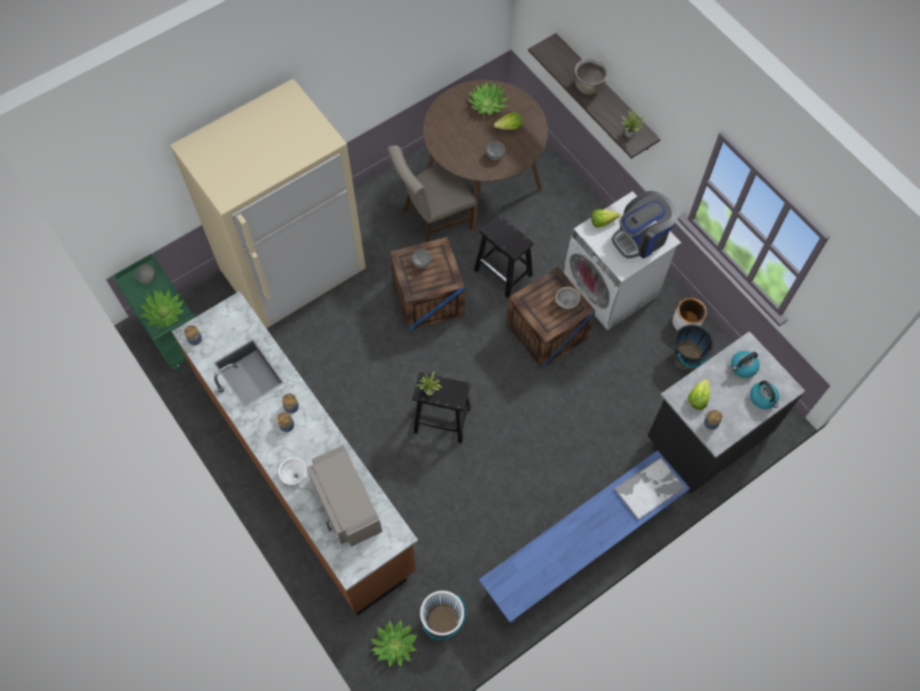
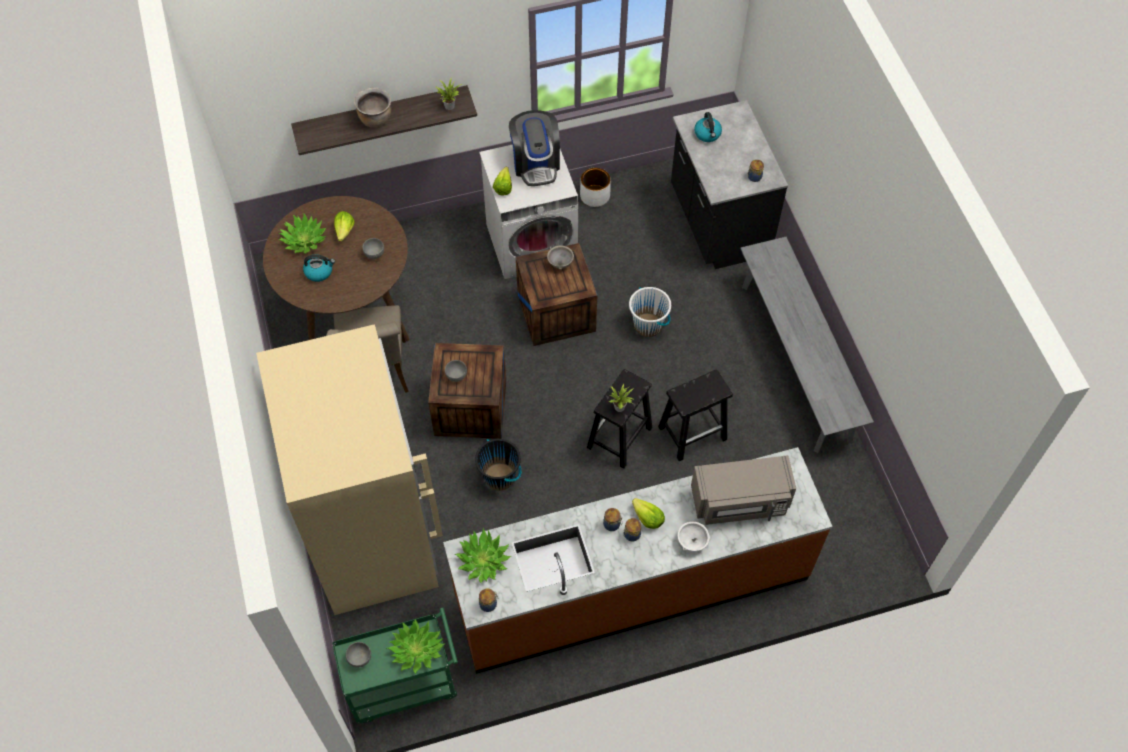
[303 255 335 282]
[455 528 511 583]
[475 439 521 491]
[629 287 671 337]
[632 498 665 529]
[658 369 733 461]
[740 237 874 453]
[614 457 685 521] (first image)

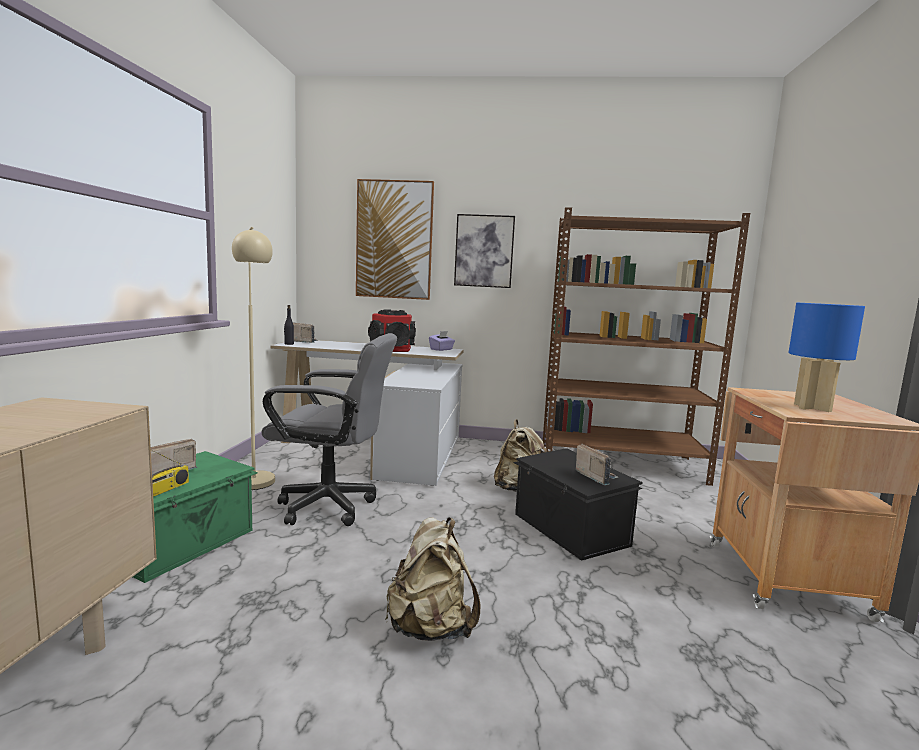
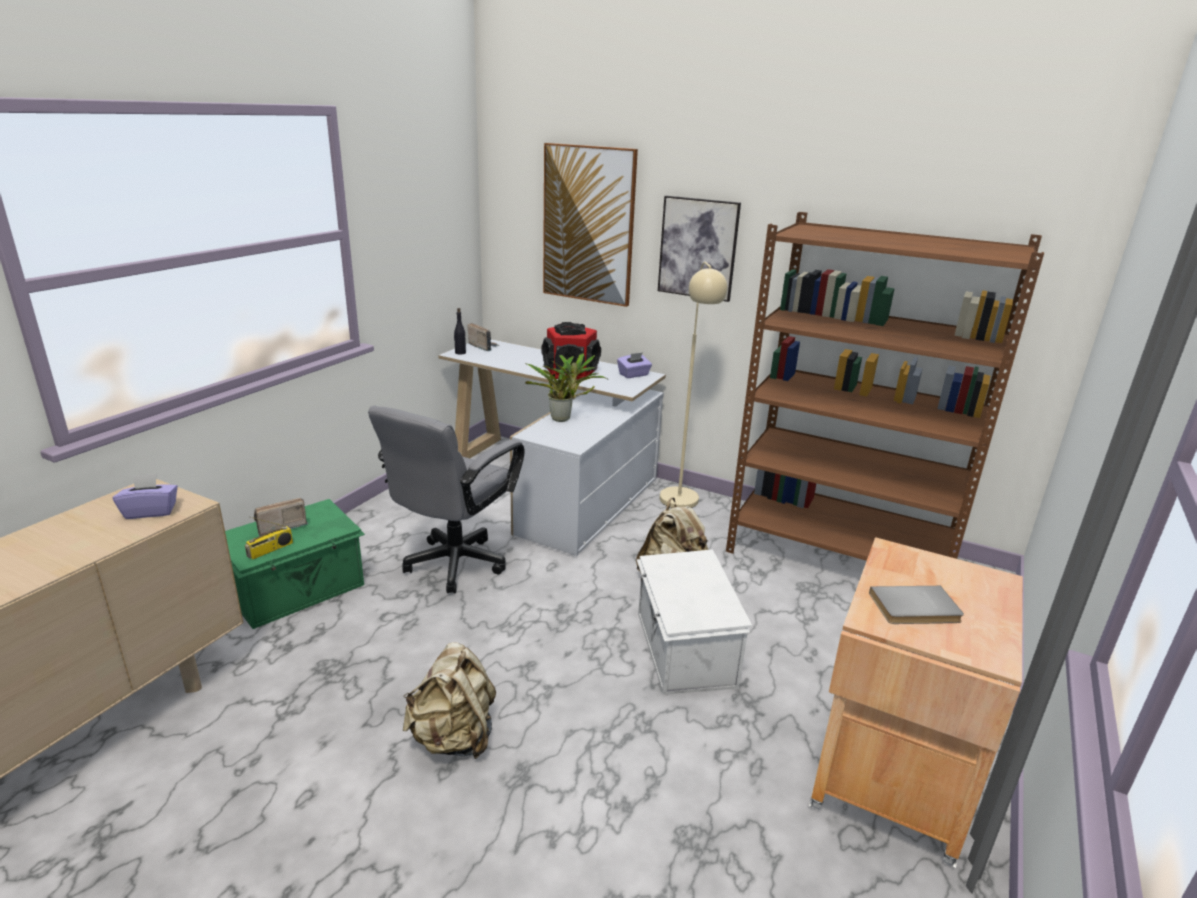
[113 474 178 519]
[368 405 525 593]
[525 354 609 422]
[637 550 752 694]
[660 262 727 508]
[869 586 964 624]
[576 444 618 485] (first image)

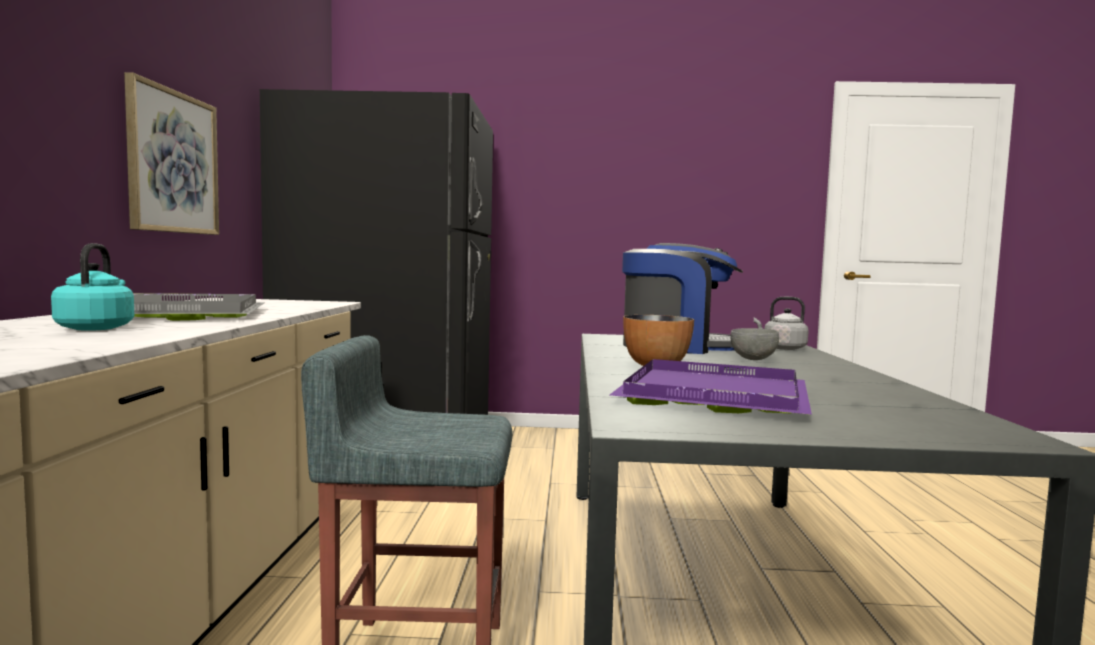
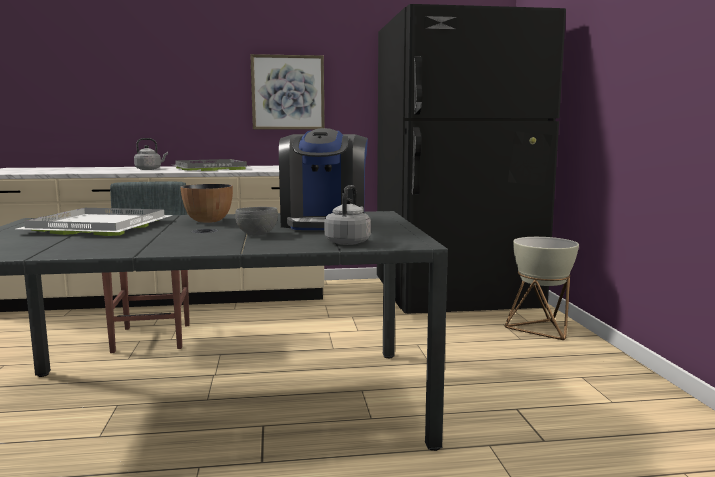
[16 208 173 236]
[134 138 168 170]
[505 237 579 340]

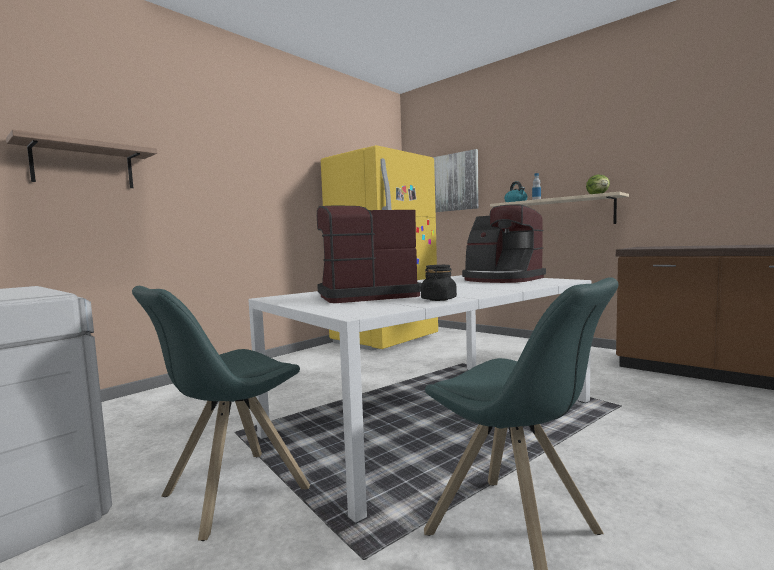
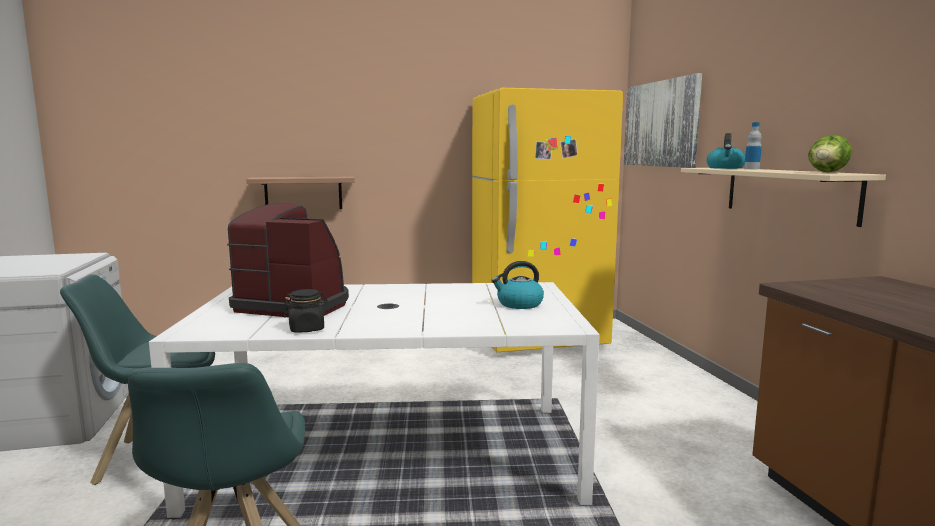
[246 177 355 209]
[491 261 544 309]

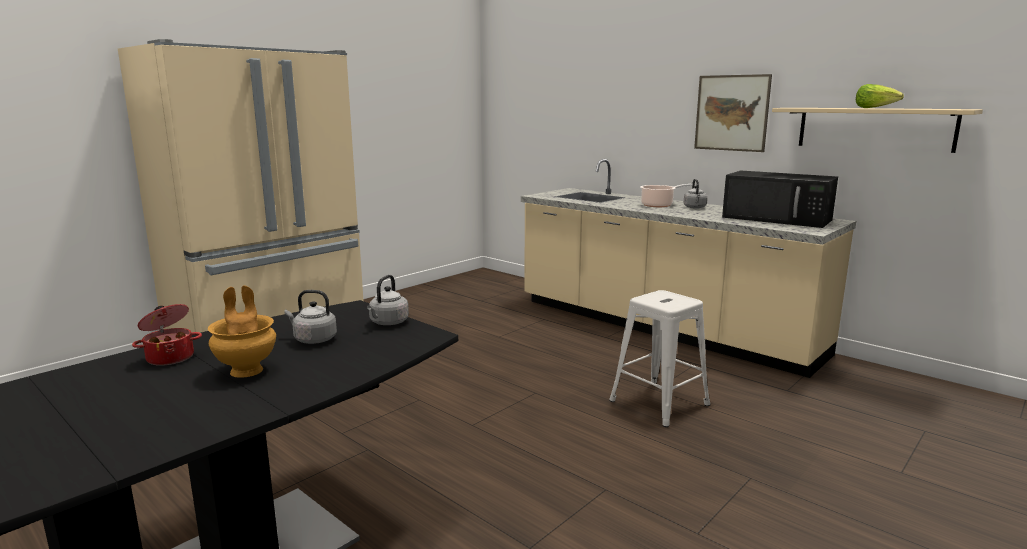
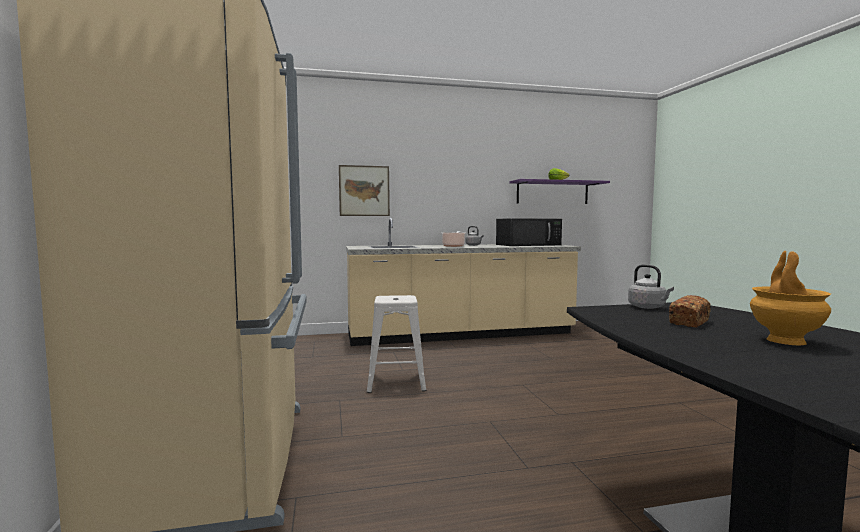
[339 165 390 216]
[367 295 426 393]
[509 179 610 204]
[669 295 711 328]
[132 304 202 366] (first image)

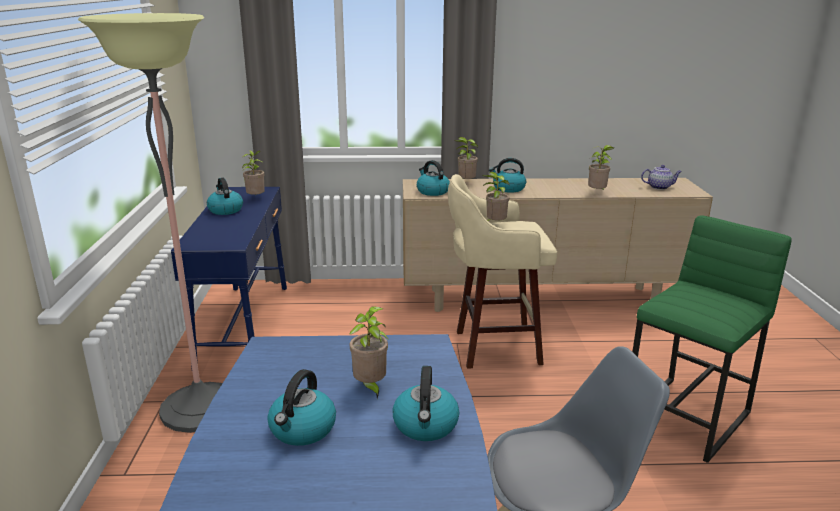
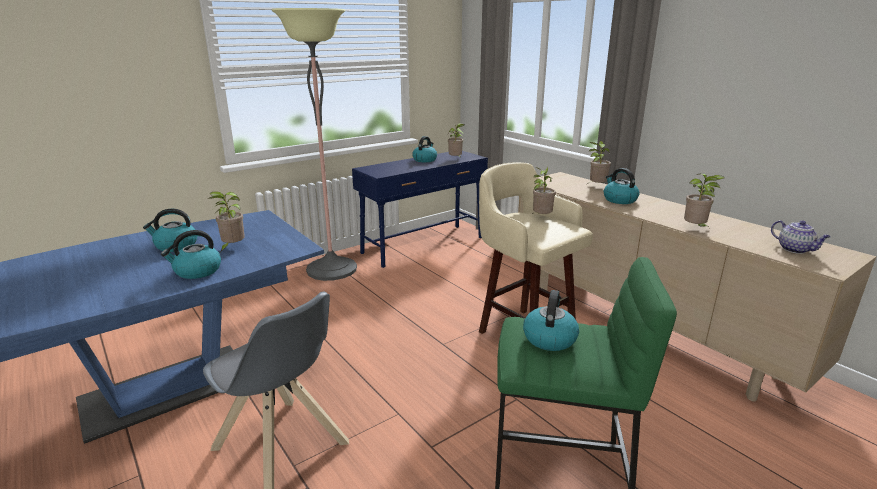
[523 290 579 351]

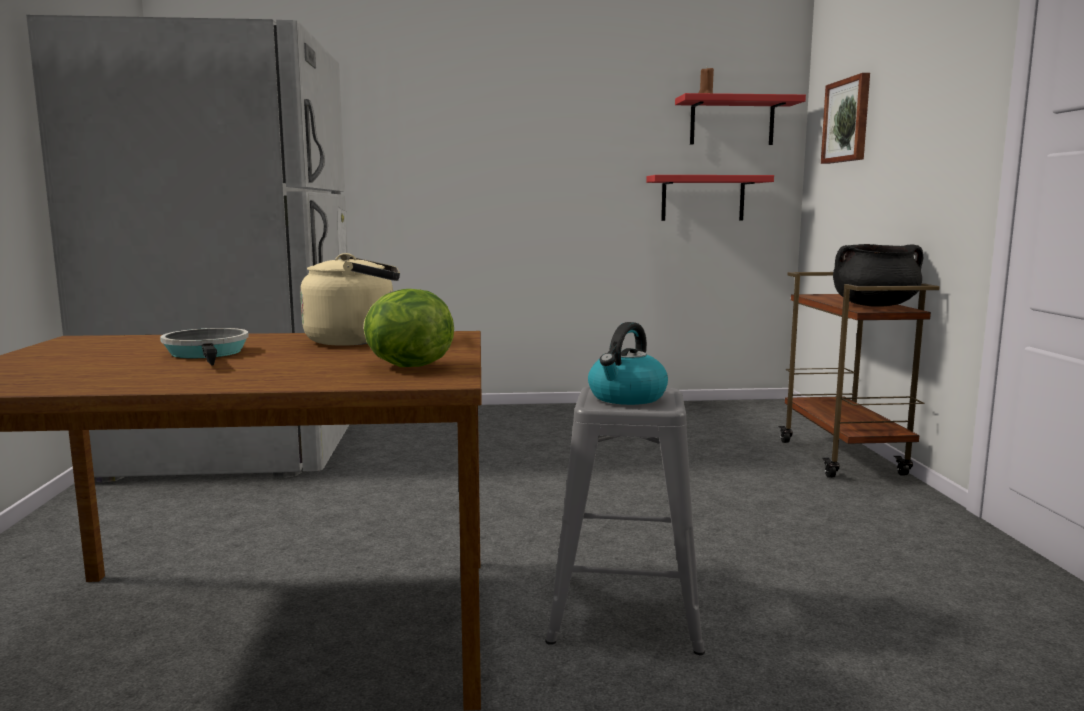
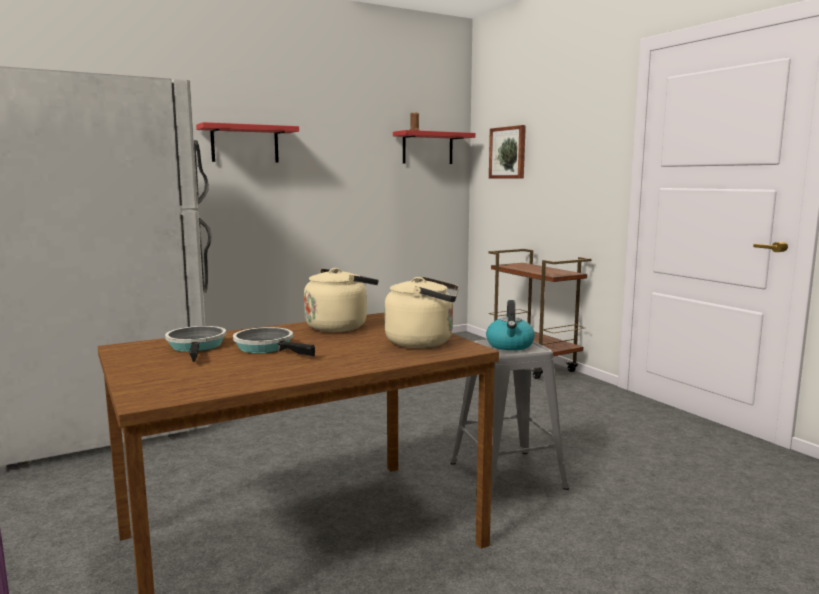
[165 326 226 362]
[196 122 299 162]
[384 277 459 348]
[833 244 923 307] (first image)

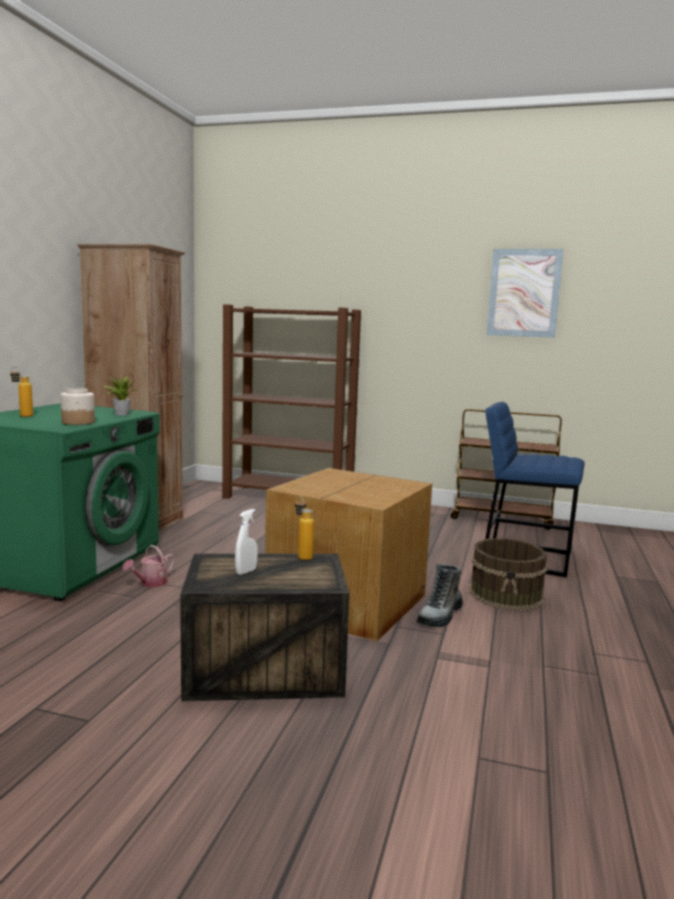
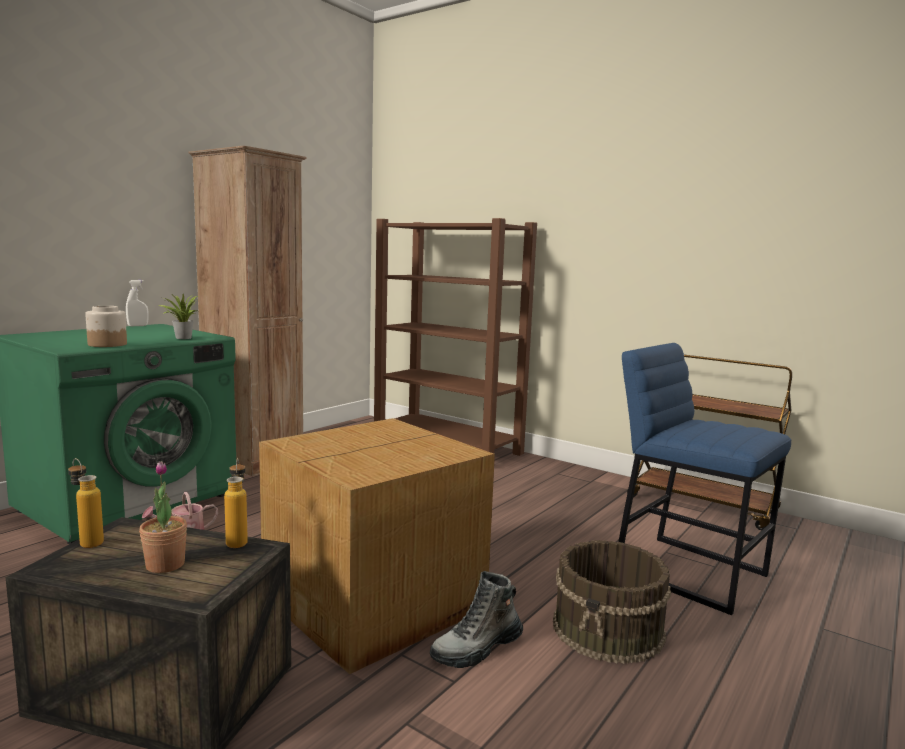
[68 458 104 548]
[126 280 148 326]
[139 461 187 573]
[487 249 564 338] (first image)

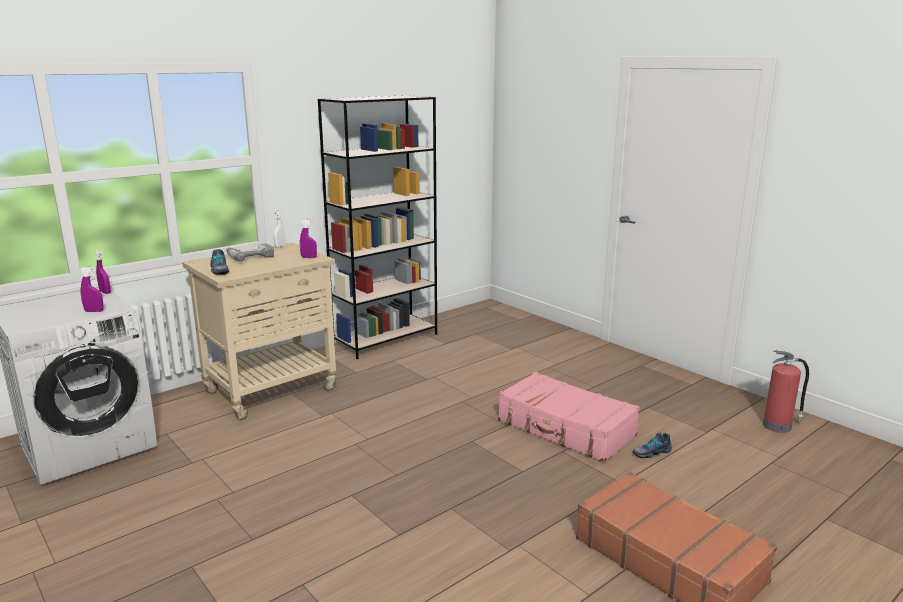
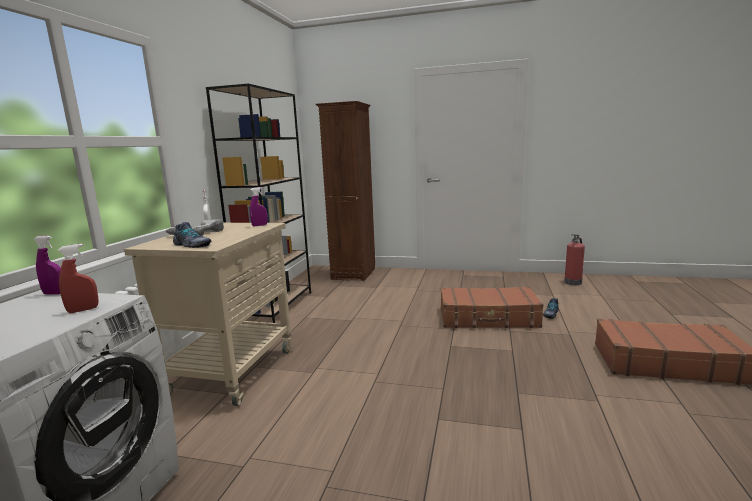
[58 244 99 313]
[315 101 375 281]
[441 287 543 328]

